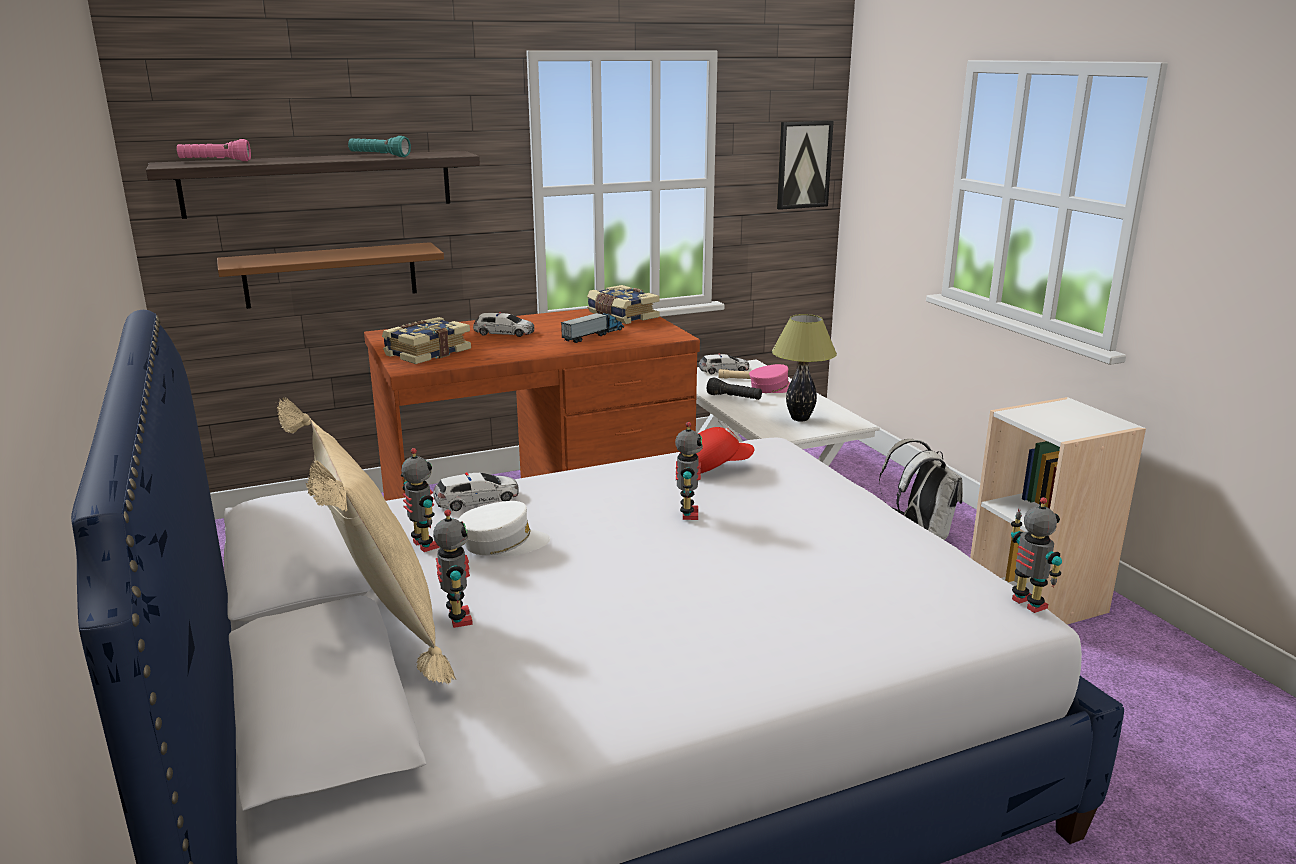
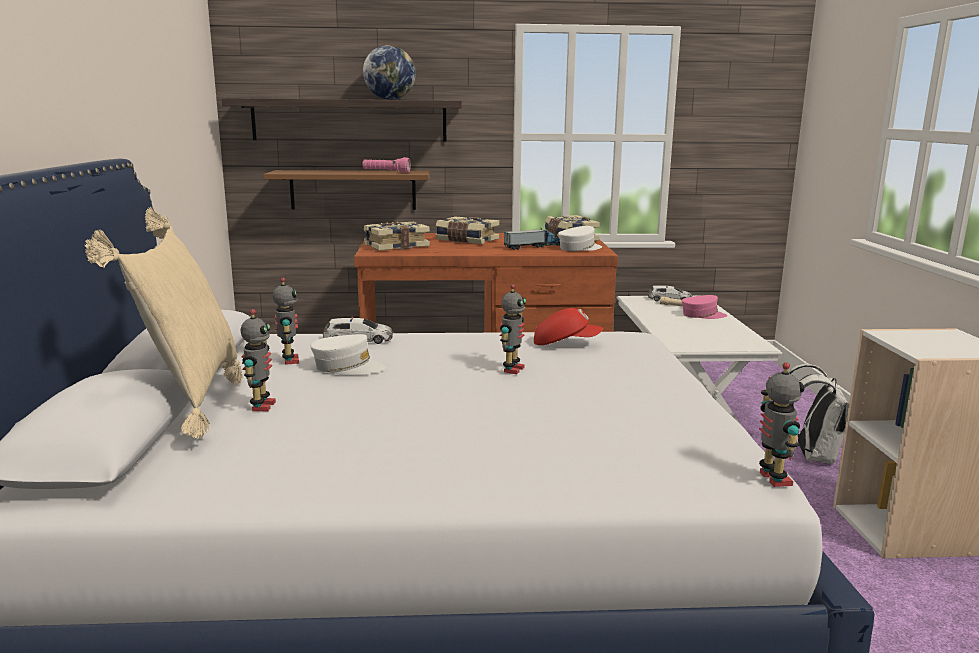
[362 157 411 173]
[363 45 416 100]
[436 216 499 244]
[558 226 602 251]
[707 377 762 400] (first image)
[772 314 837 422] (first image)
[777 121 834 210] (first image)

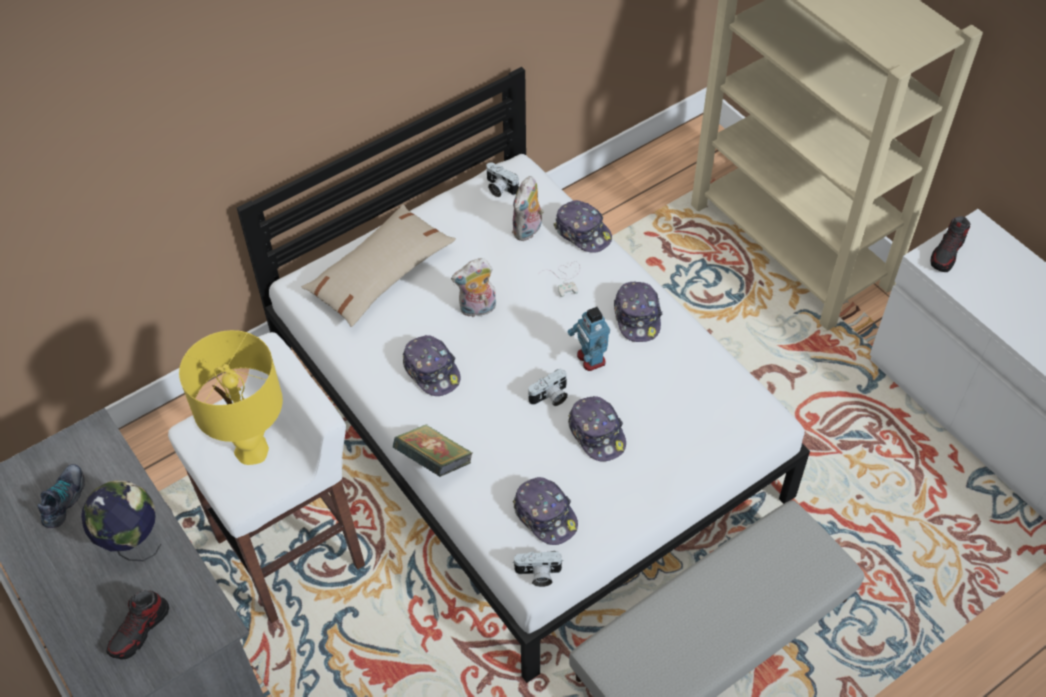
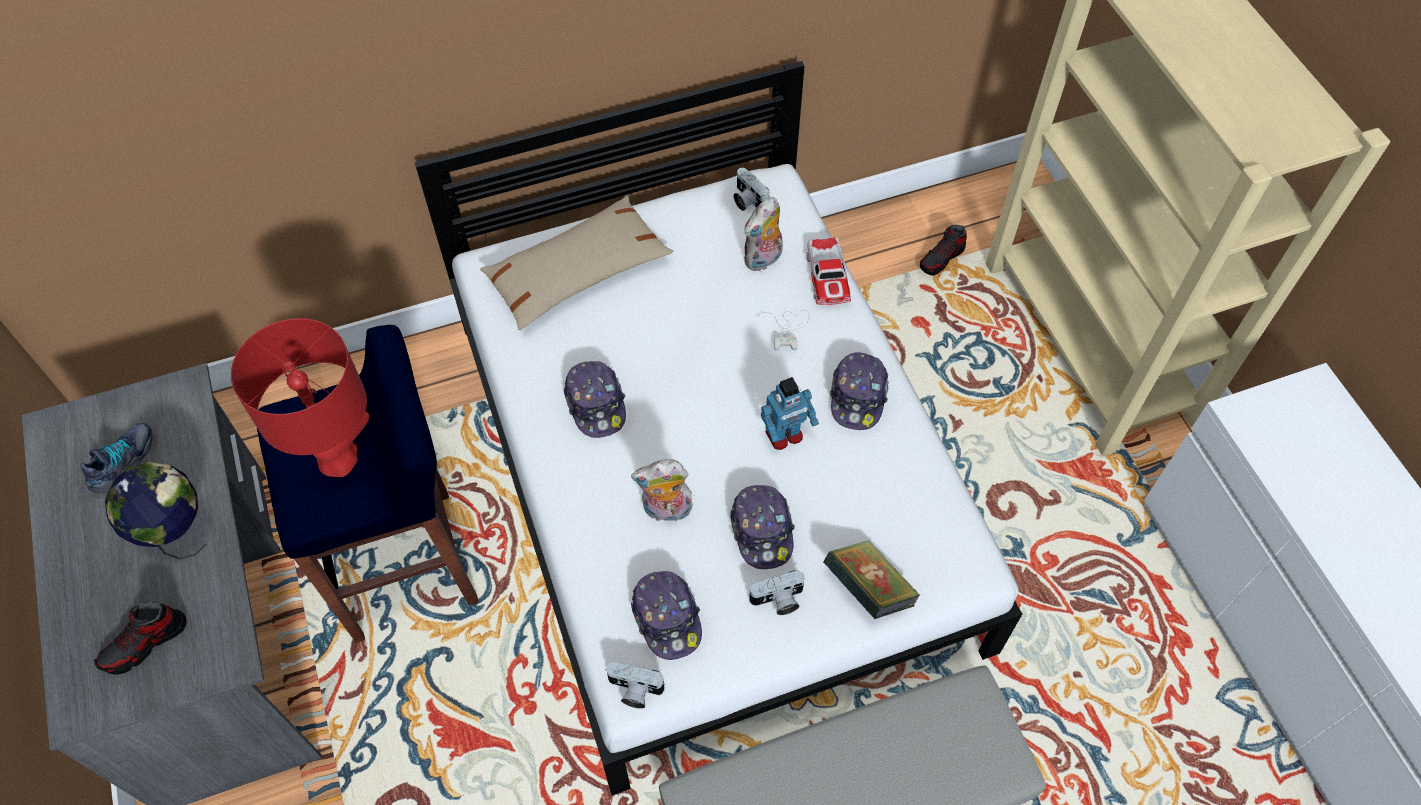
[231 318 369 477]
[257 325 479 643]
[631 459 693 525]
[748 570 806 615]
[761 377 819 450]
[807 238 851 305]
[823 540 920 619]
[920 225 967 276]

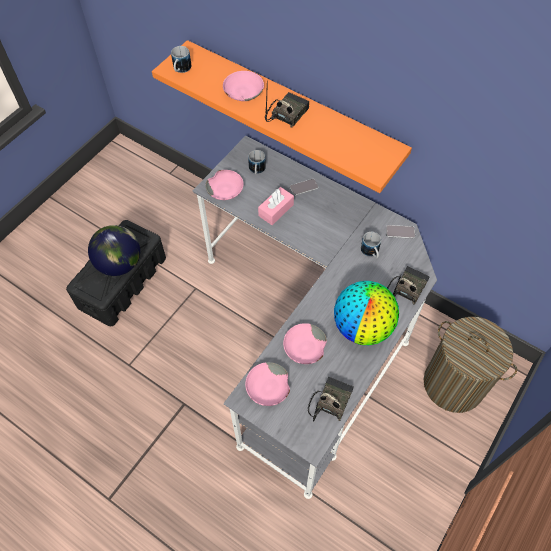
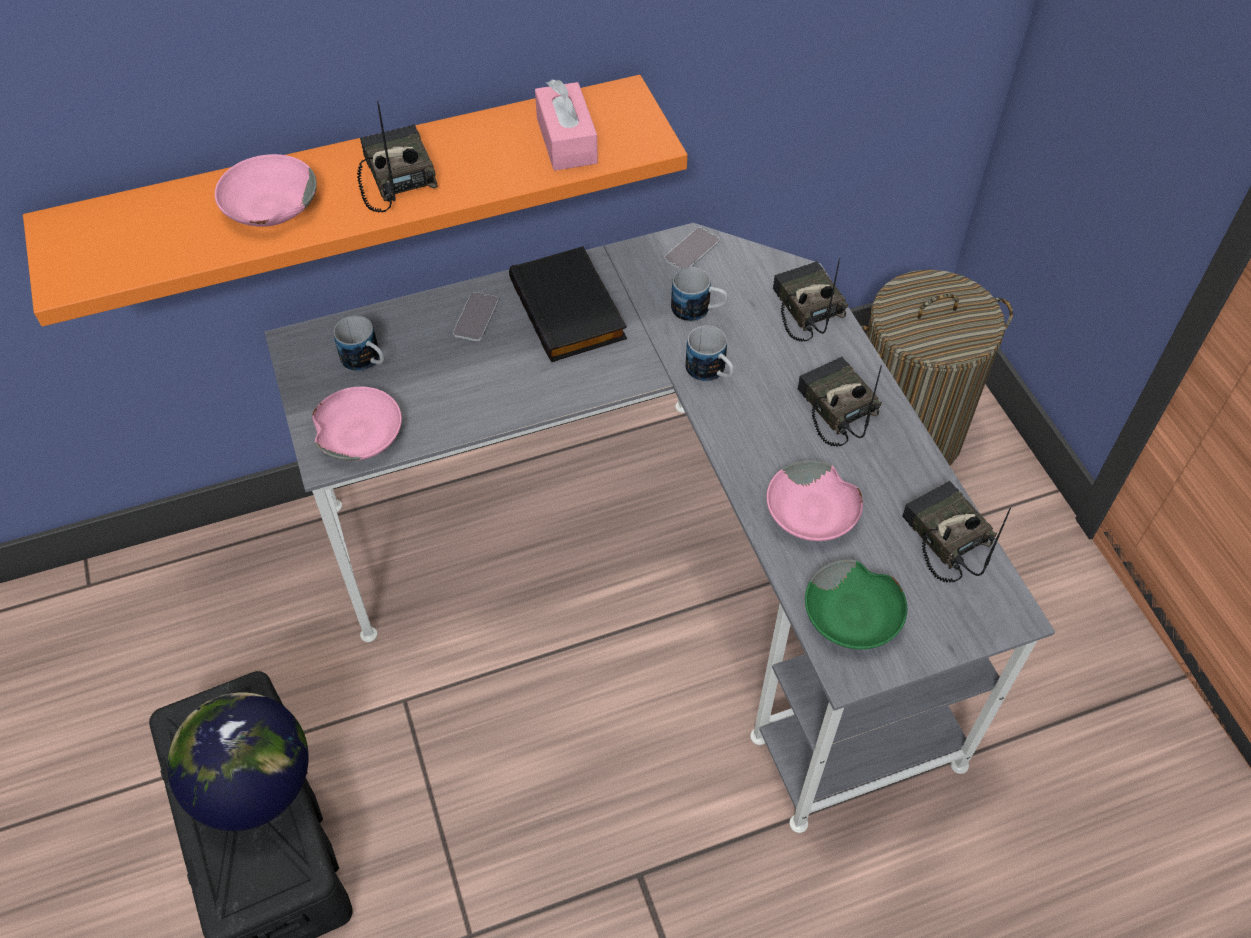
[509 246 627 362]
[535 79 598 171]
[685 325 734 382]
[797 356 882 446]
[805 560 907 649]

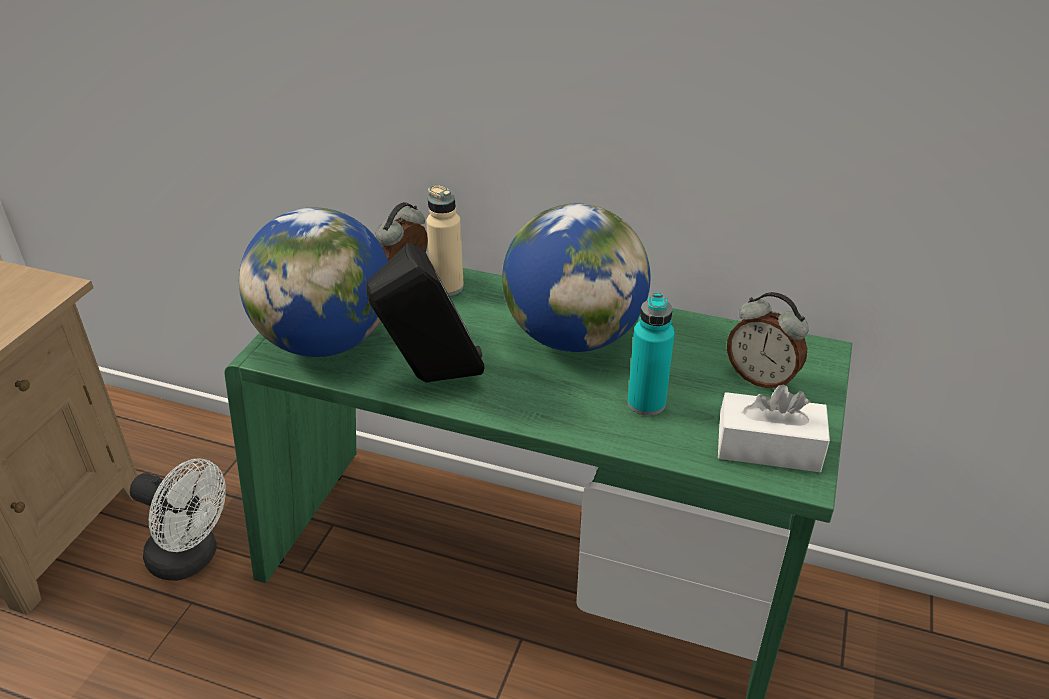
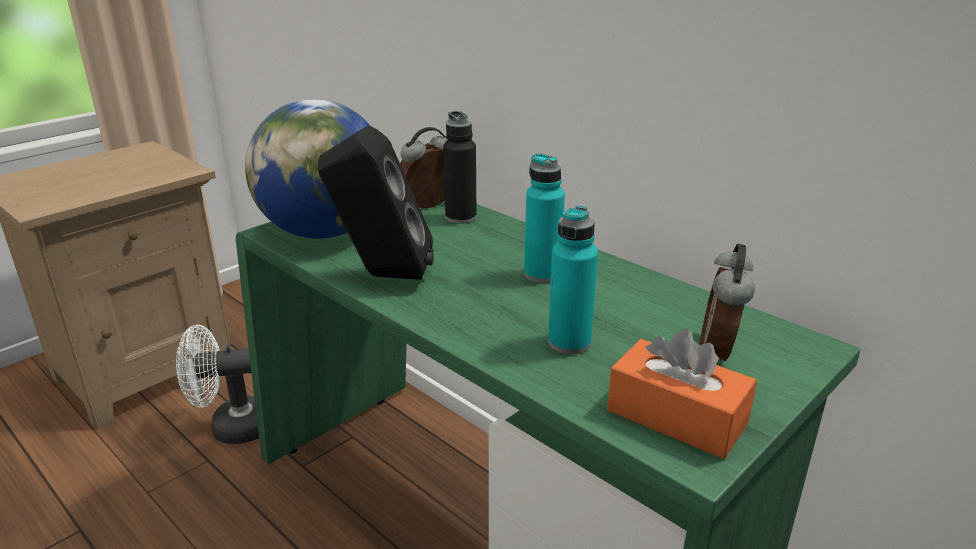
[176 325 259 444]
[443 111 477 224]
[524 153 565 283]
[607 329 757 459]
[700 244 755 361]

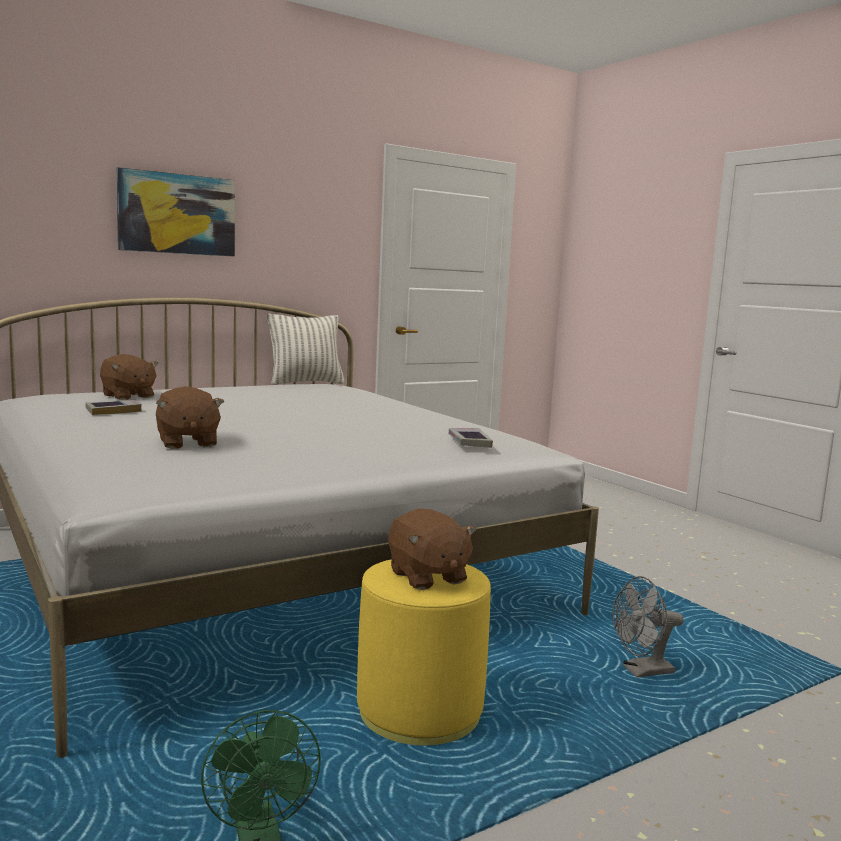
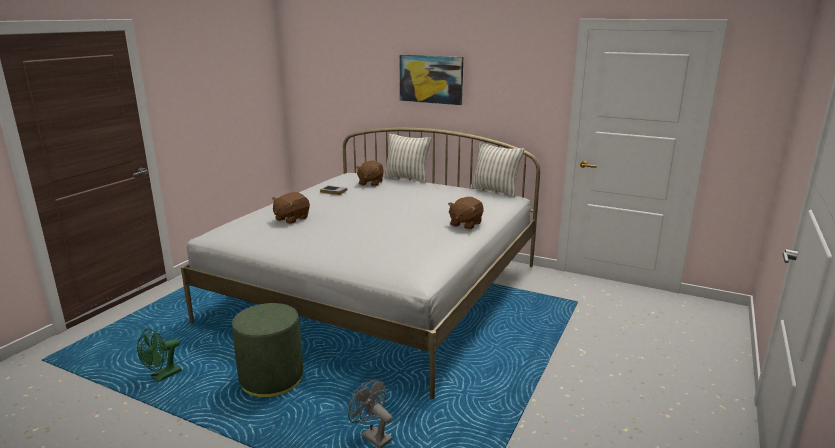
[232 303 303 397]
[384 134 431 182]
[448 197 483 229]
[448 428 493 448] (first image)

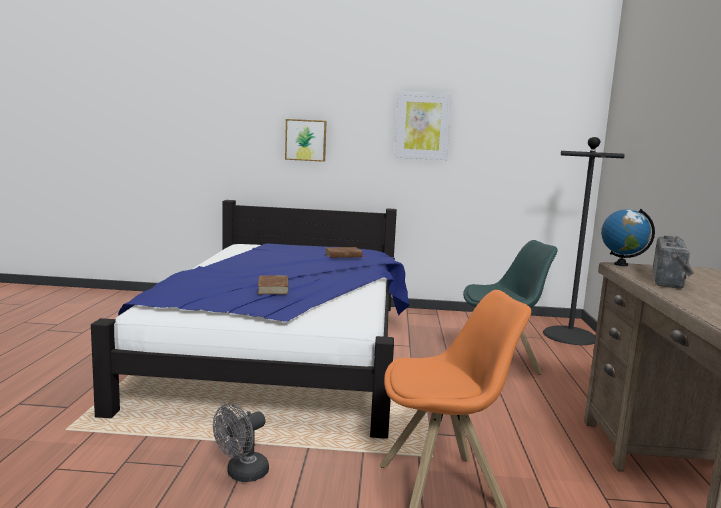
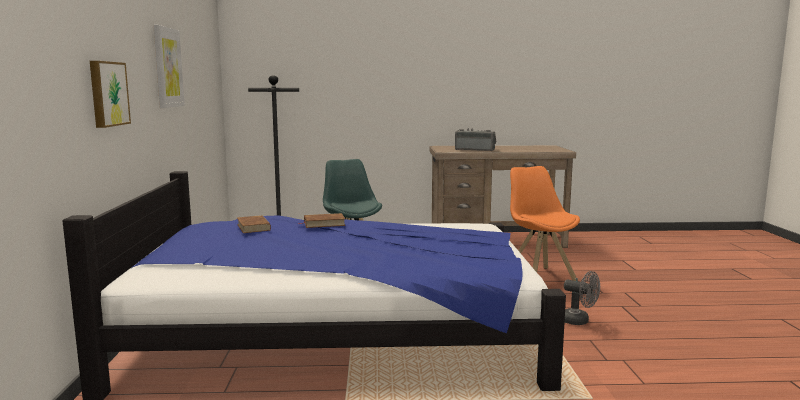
[299 213 346 228]
[601 209 655 266] (first image)

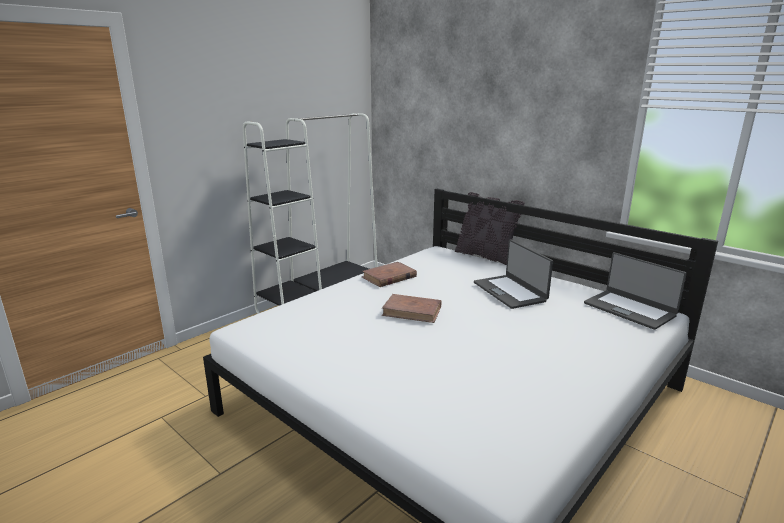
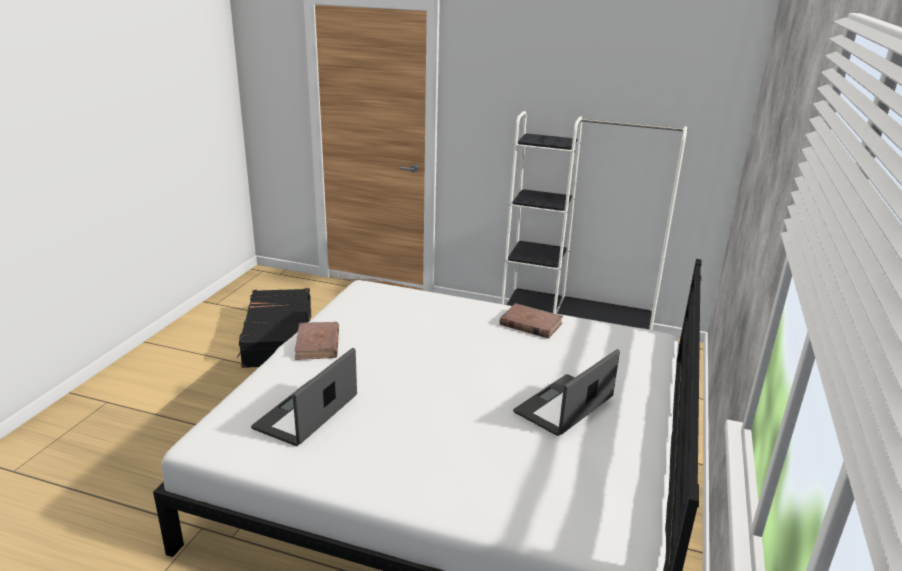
[237 288 311 368]
[251 348 357 446]
[294 322 339 360]
[455 192 525 265] (first image)

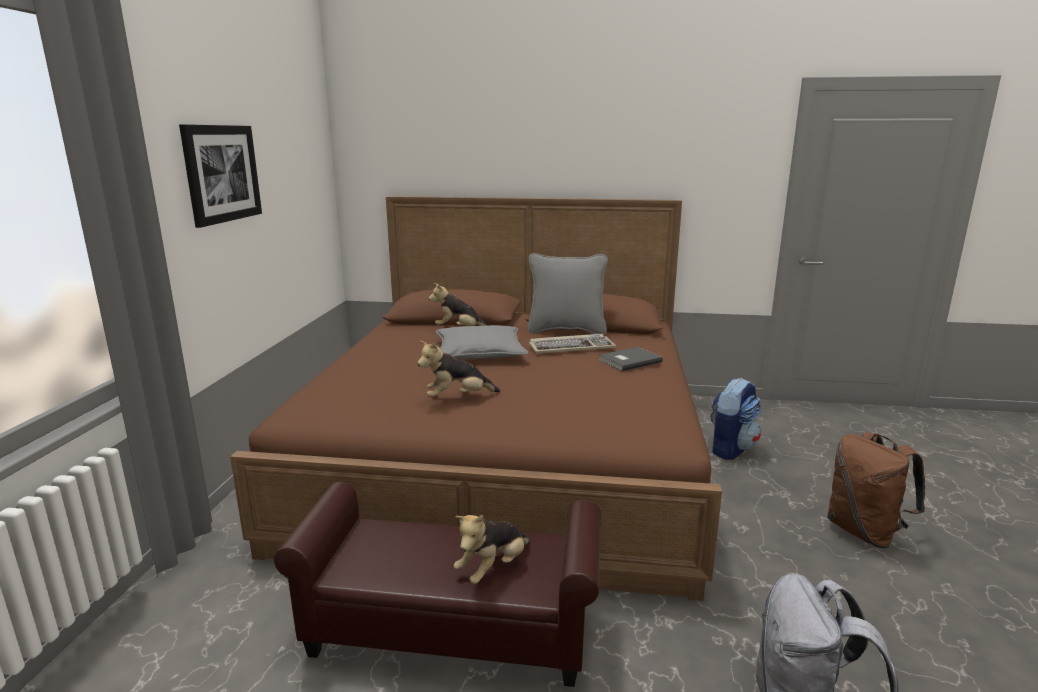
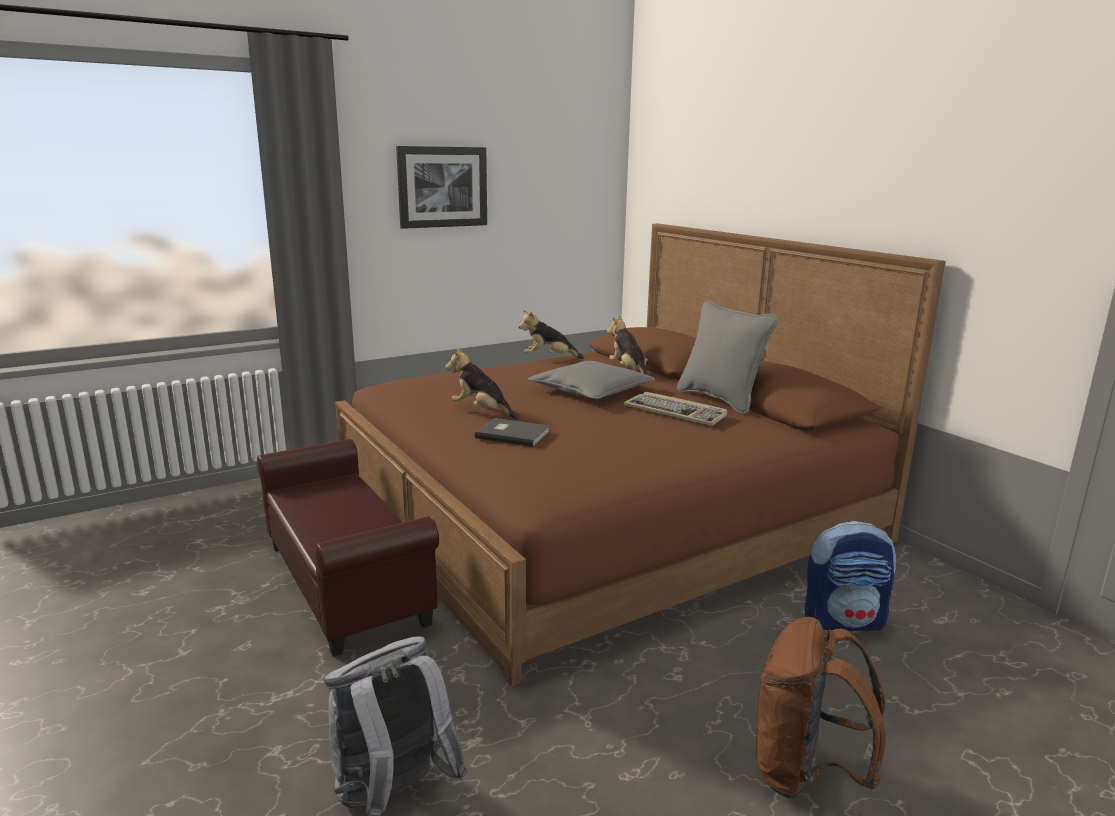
[475 418 550 447]
[518 310 584 359]

